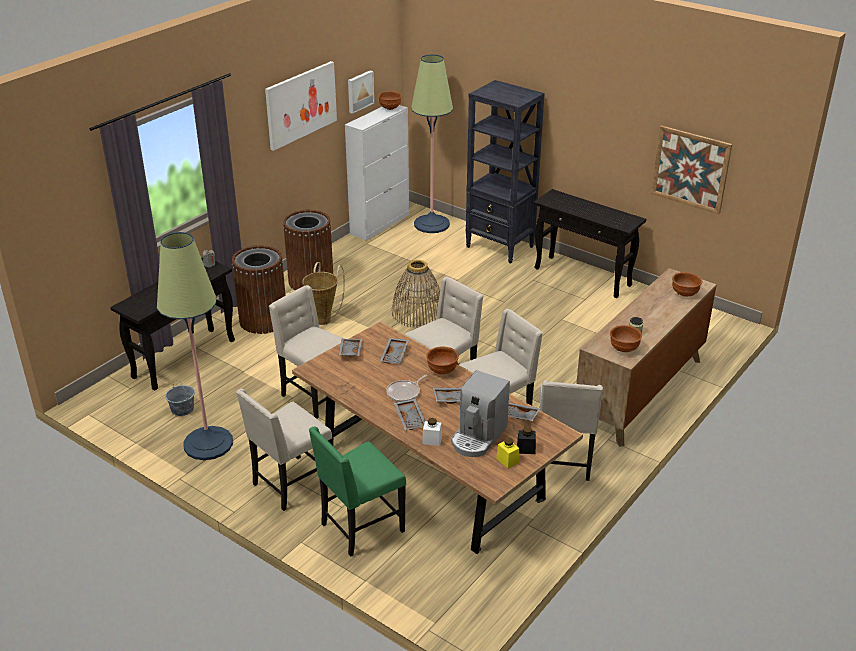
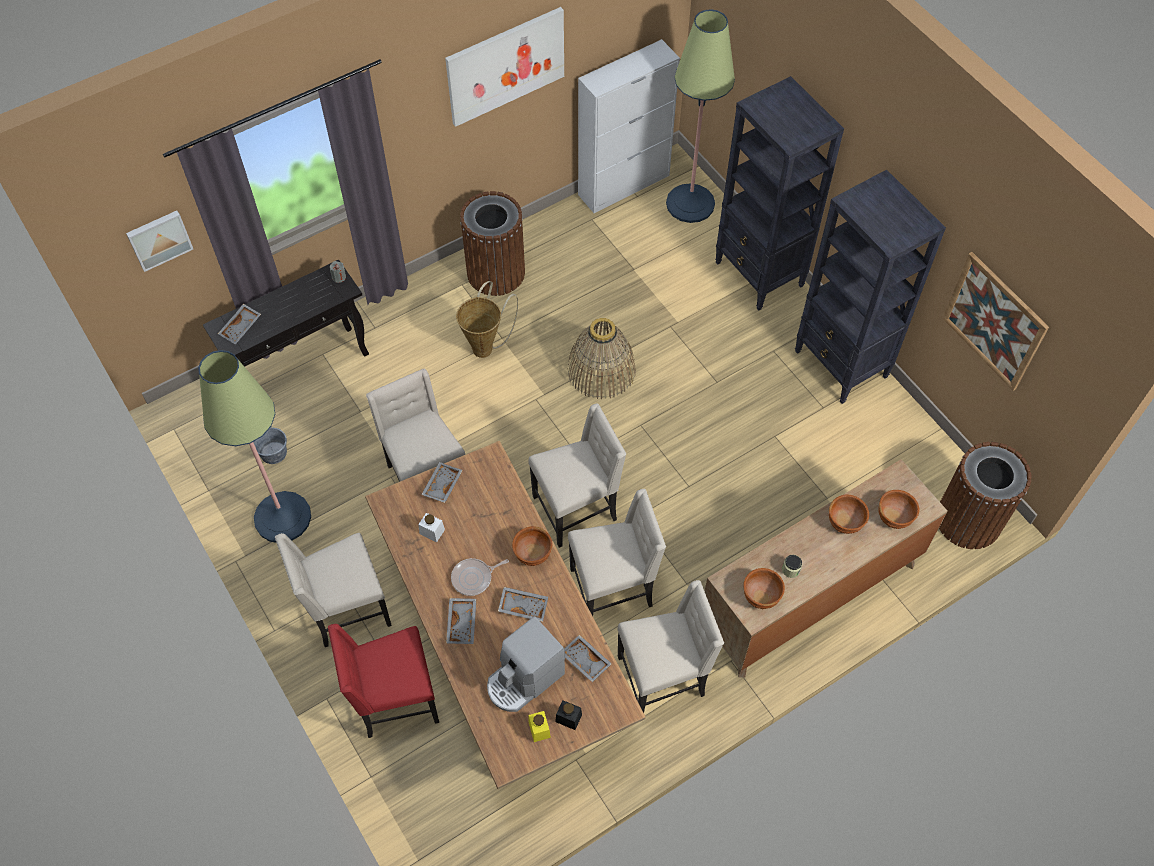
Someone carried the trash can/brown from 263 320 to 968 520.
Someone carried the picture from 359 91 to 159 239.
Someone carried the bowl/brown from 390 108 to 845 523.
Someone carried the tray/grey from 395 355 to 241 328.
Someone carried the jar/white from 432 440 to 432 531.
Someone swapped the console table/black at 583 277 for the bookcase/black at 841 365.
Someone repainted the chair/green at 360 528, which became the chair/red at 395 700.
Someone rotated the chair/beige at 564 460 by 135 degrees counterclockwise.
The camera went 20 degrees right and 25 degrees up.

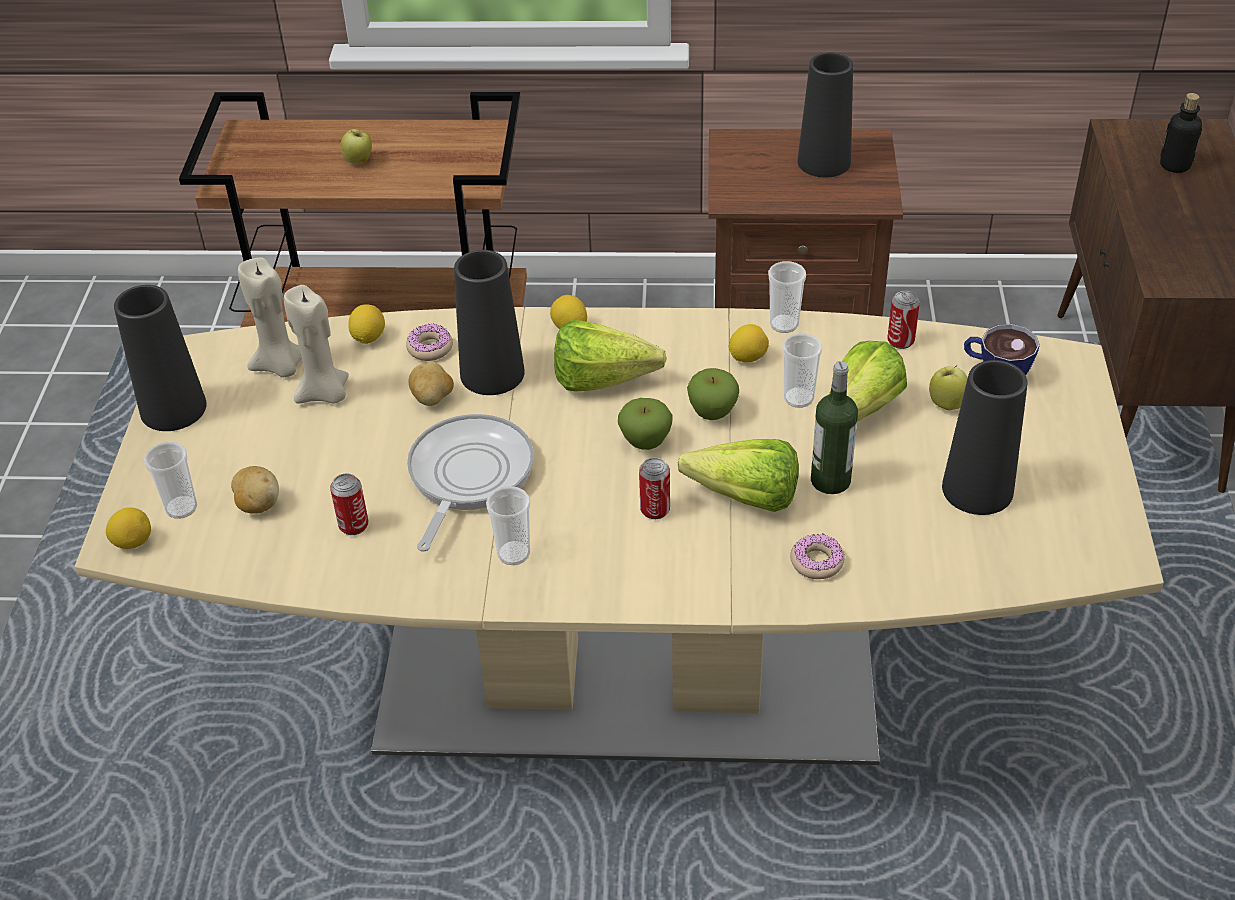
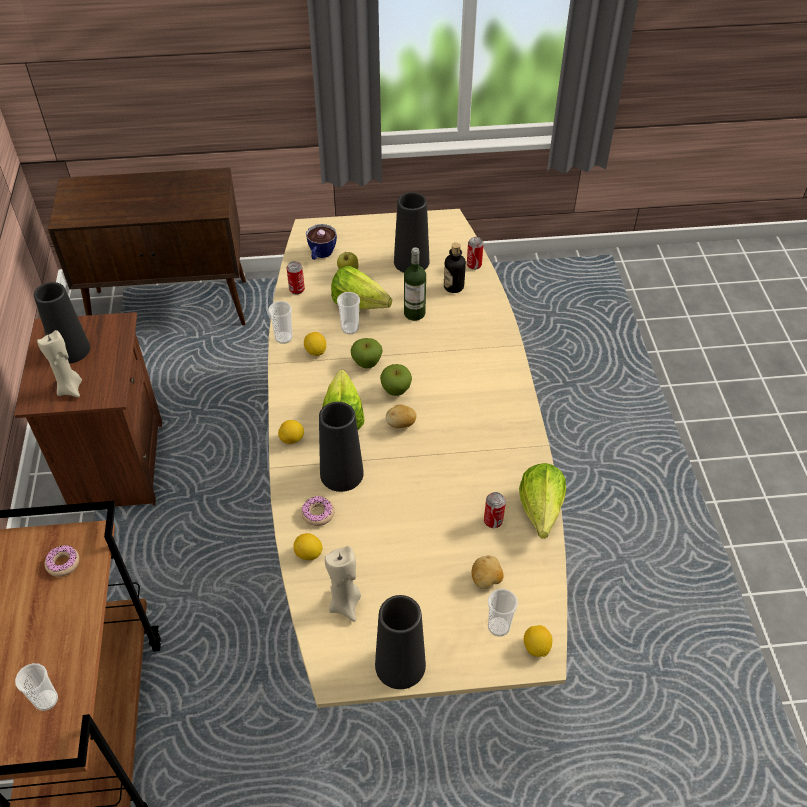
Someone took away the apple at 359 161.
Someone took away the frying pan at 467 476.
Someone carried the candle/beige from 325 394 to 70 388.
Someone carried the potato from 433 398 to 401 424.
Someone carried the cup from 513 553 to 46 700.
Someone carried the can from 655 510 to 474 265.
Someone carried the lettuce from 736 495 to 539 516.
Someone carried the donut from 816 562 to 63 563.
Someone carried the bottle from 1175 165 to 453 287.
The camera went 100 degrees left and 5 degrees up.

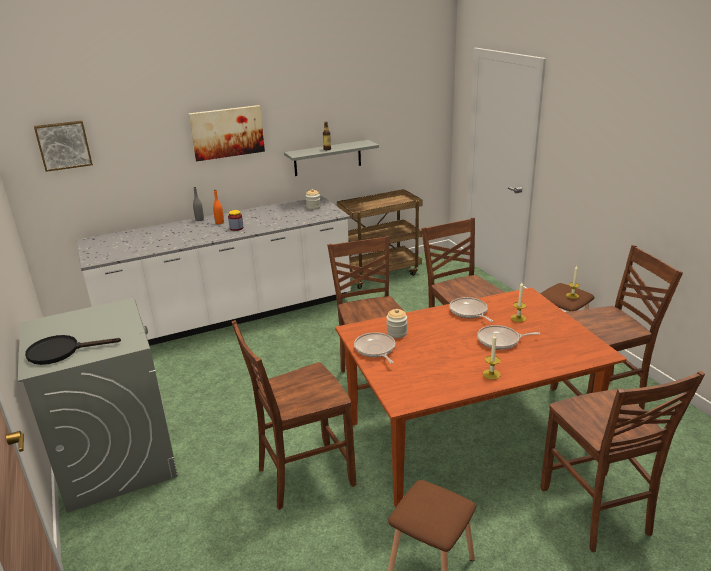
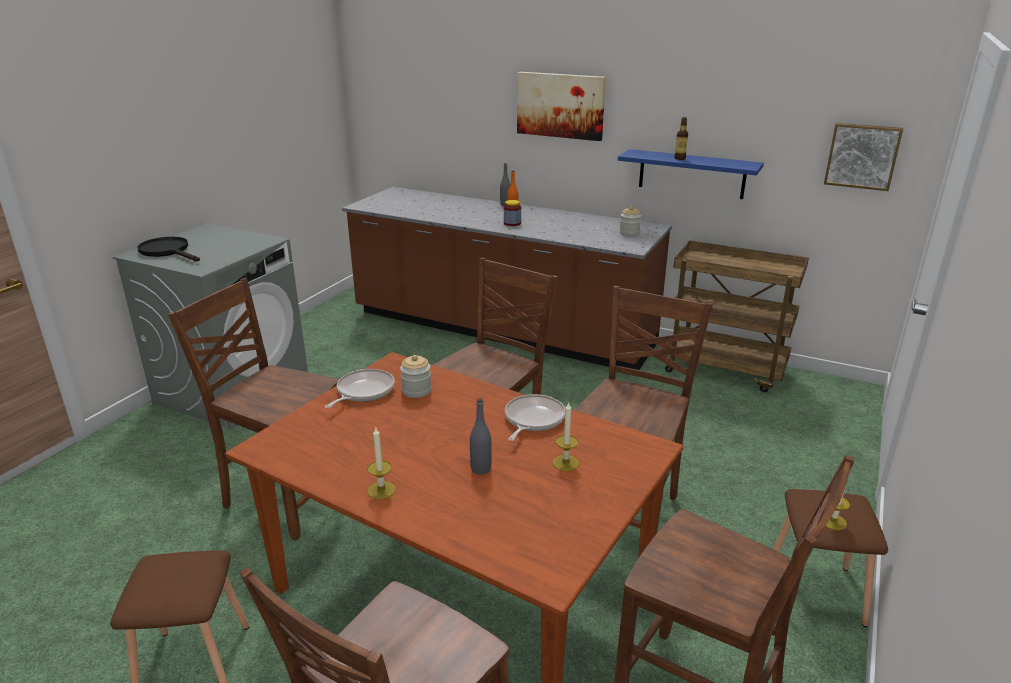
Someone carried the picture from 63 145 to 862 156.
Someone swapped the frying pan at 500 341 for the bottle/grey at 481 469.
Someone repainted the counter/white at 229 315, which became the counter/brown at 501 329.
Someone repainted the shelf/grey at 327 158, which became the shelf/blue at 691 174.
The camera went 50 degrees right and 0 degrees up.

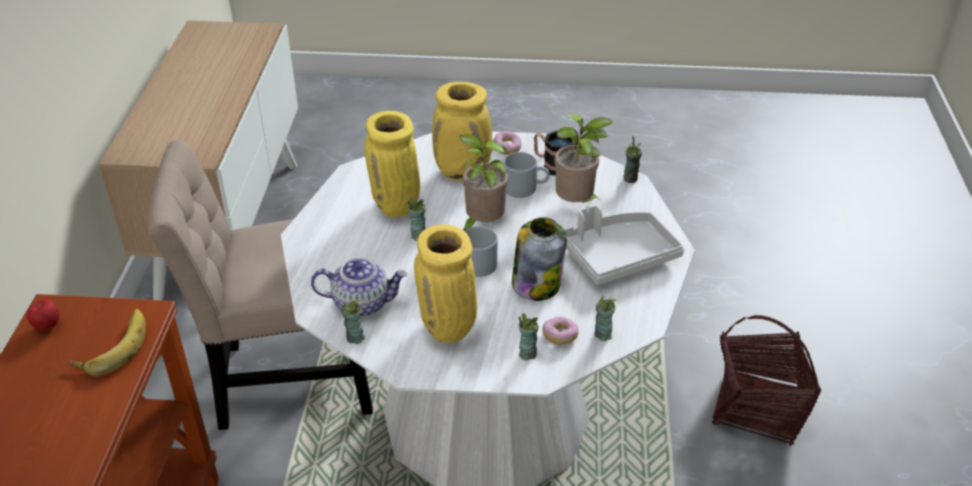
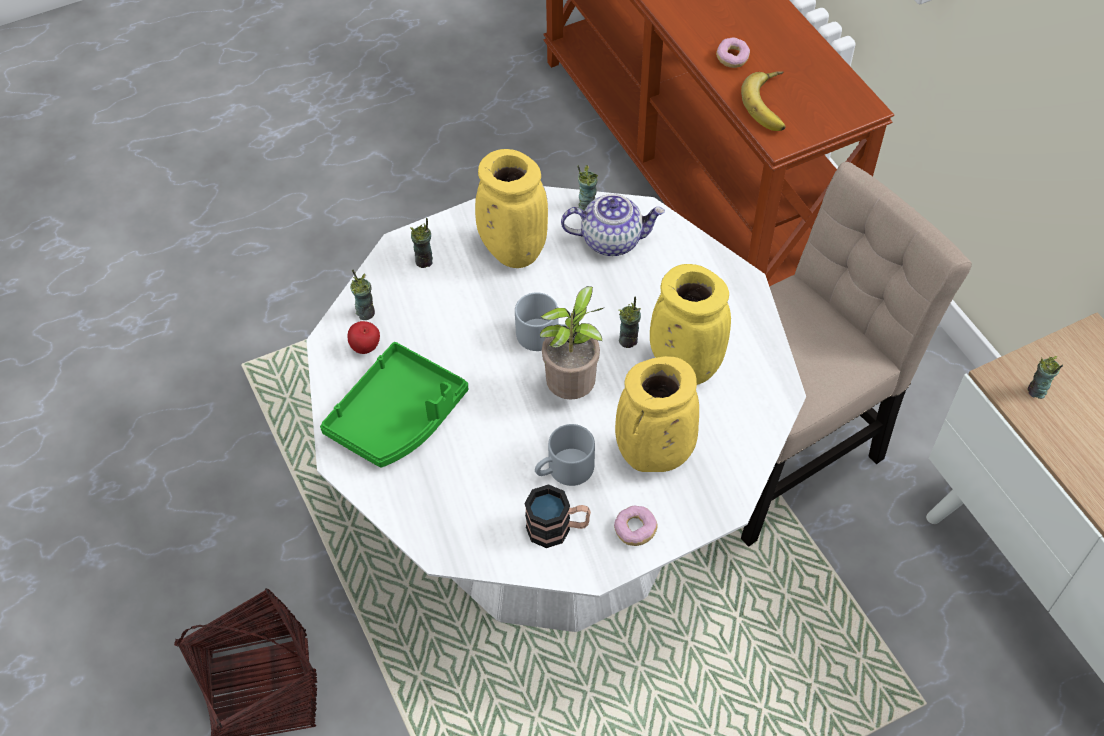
Someone took away the jar at 536 284.
Someone took away the potted plant at 576 204.
Someone carried the apple from 47 326 to 366 348.
Someone carried the donut from 560 336 to 732 58.
Someone carried the cup from 630 178 to 1036 391.
Someone repainted the tray/grey at 618 256, which became the tray/green at 398 417.
Someone rotated the teapot at 362 303 by 150 degrees counterclockwise.
The camera went 150 degrees right and 15 degrees up.

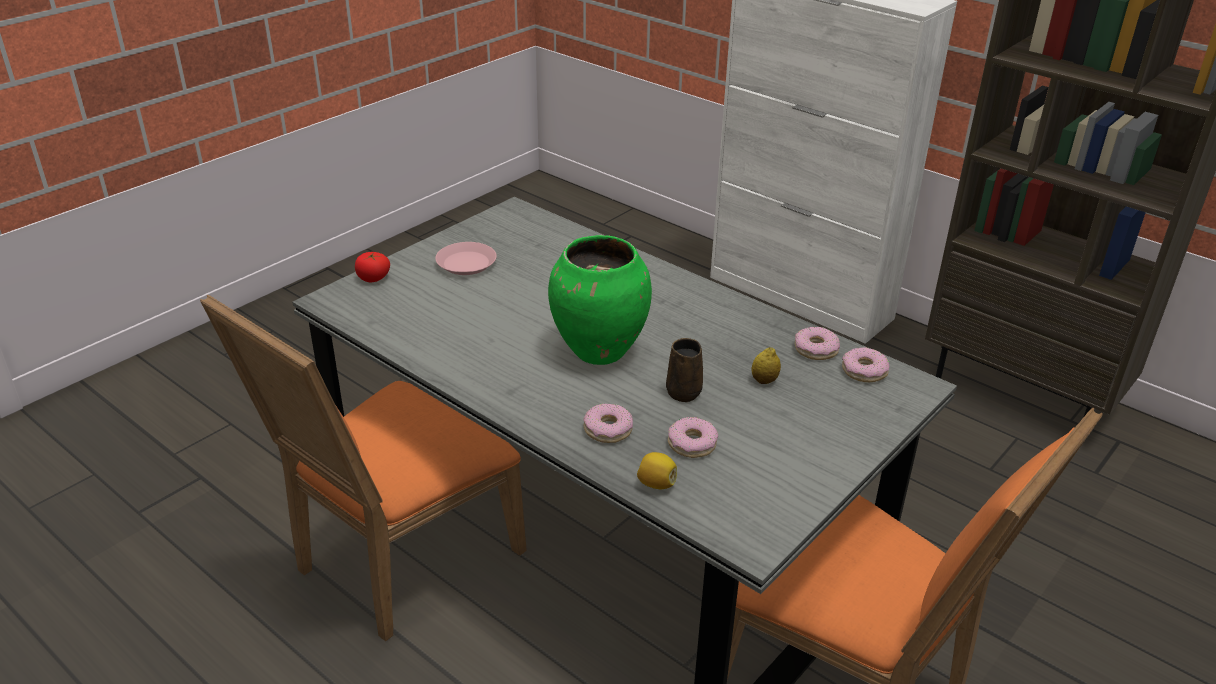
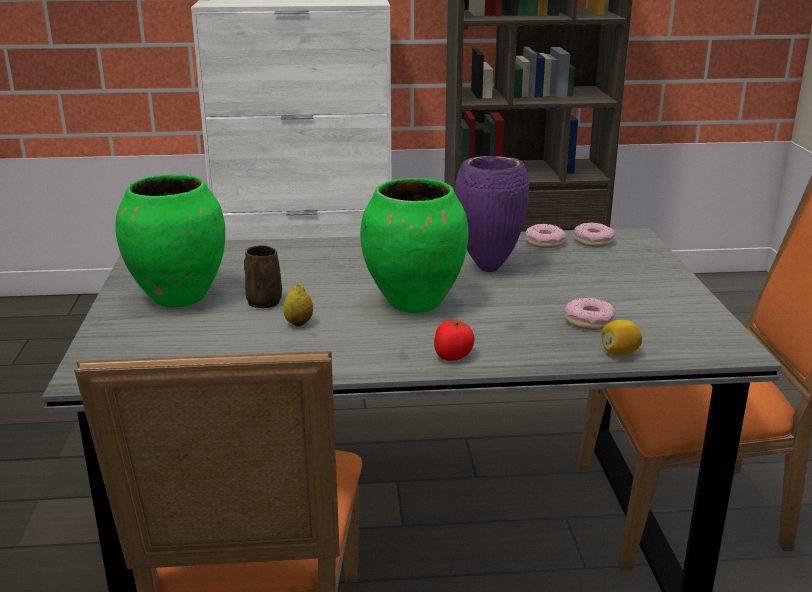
Someone took away the donut at 607 430.
Someone put down the vase/purple at 488 268.
Someone carried the tomato from 373 279 to 452 356.
Someone carried the mug/brown from 684 391 to 263 301.
Someone carried the lemon from 764 380 to 299 323.
Someone swapped the plate/pink at 466 263 for the vase/green at 178 298.
The camera went 45 degrees left and 10 degrees down.

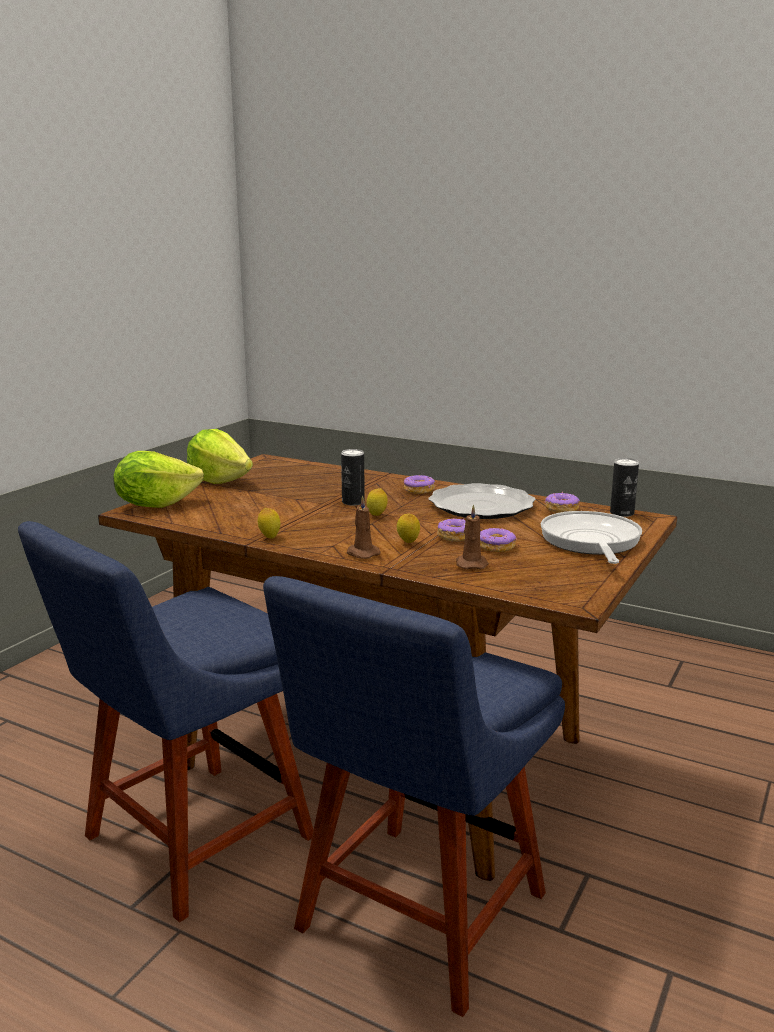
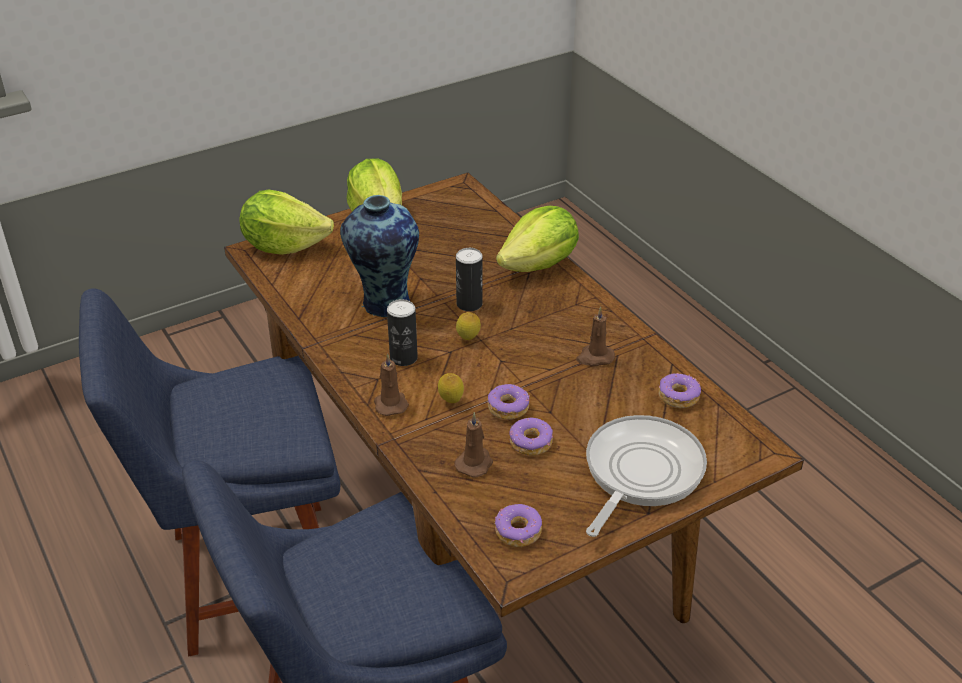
Someone took away the lemon at 269 537.
Someone put down the vase at 383 303.
Someone put down the lettuce at 540 265.
Someone carried the donut from 419 490 to 518 532.
Someone carried the can from 622 513 to 403 358.
Someone swapped the plate at 480 506 for the candle/brown at 594 357.
The camera went 30 degrees right and 20 degrees up.

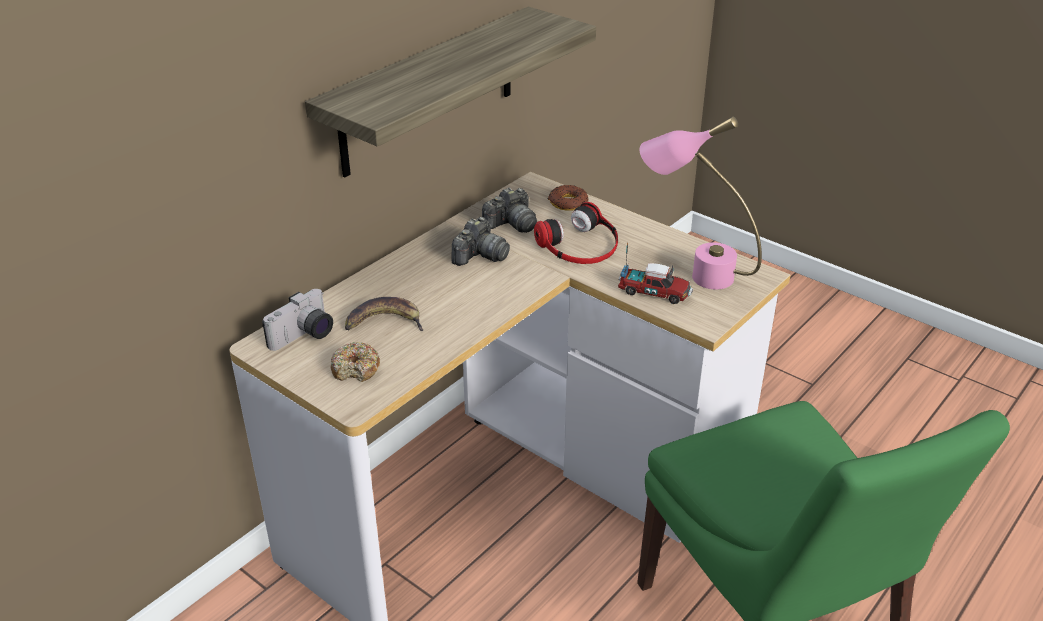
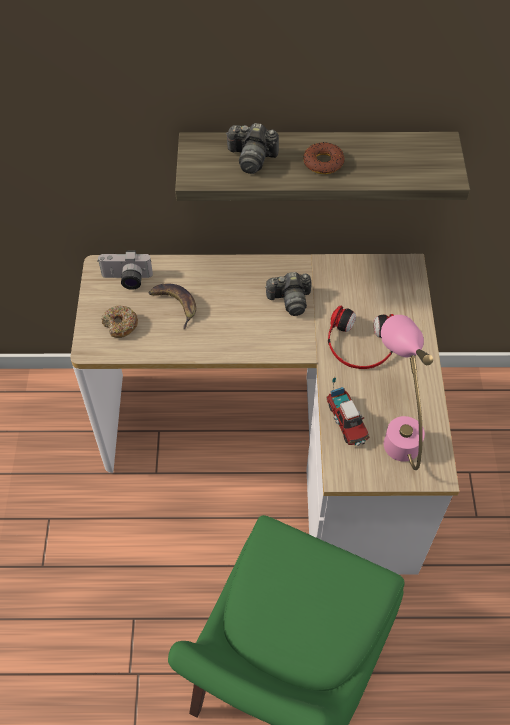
Someone carried the photo camera from 511 224 to 252 158.
Someone carried the donut from 568 203 to 323 162.
The camera went 50 degrees right and 20 degrees up.

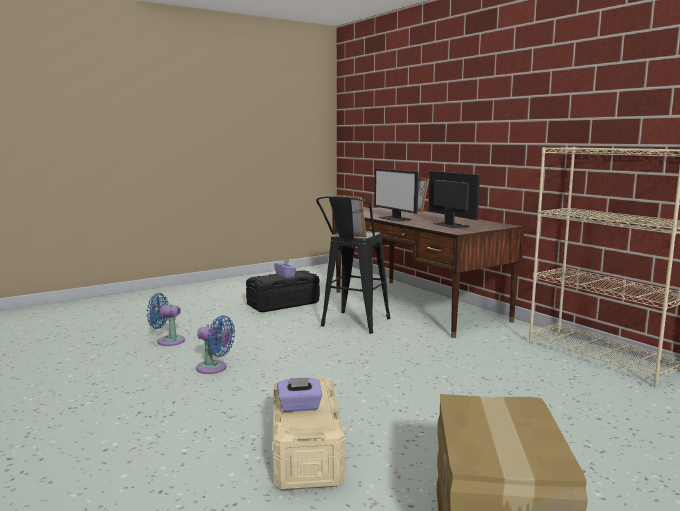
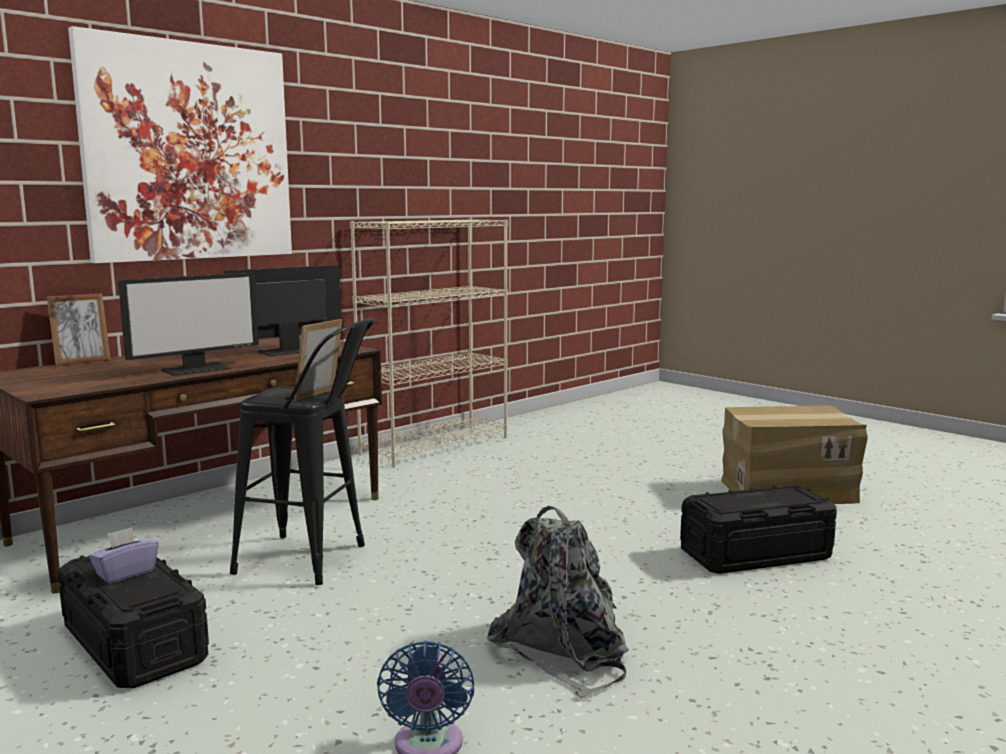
Someone took away the tissue box/purple at 299 407.
Someone put up the picture at 189 152.
Someone swapped the fan/blue at 214 368 for the backpack/grey at 565 650.
Someone repainted the storage box/beige at 306 453, which became the storage box/black at 756 554.
The camera went 100 degrees left and 0 degrees up.

